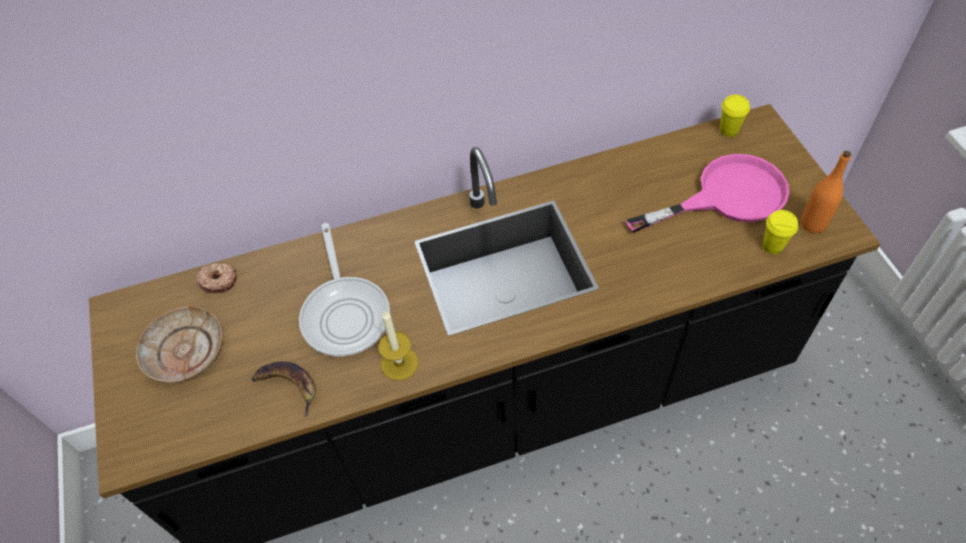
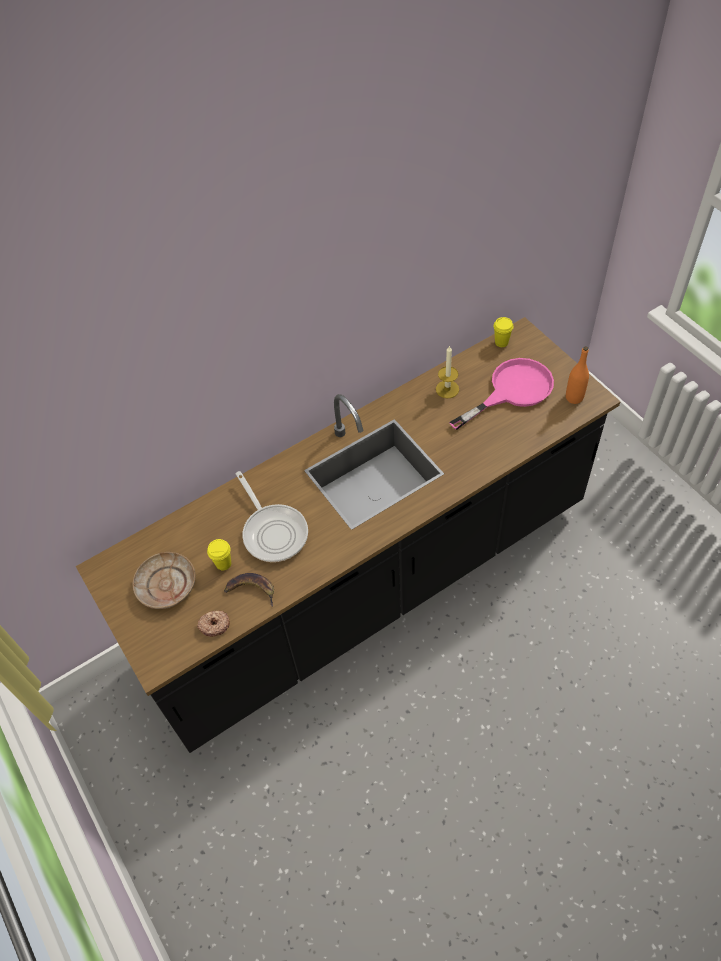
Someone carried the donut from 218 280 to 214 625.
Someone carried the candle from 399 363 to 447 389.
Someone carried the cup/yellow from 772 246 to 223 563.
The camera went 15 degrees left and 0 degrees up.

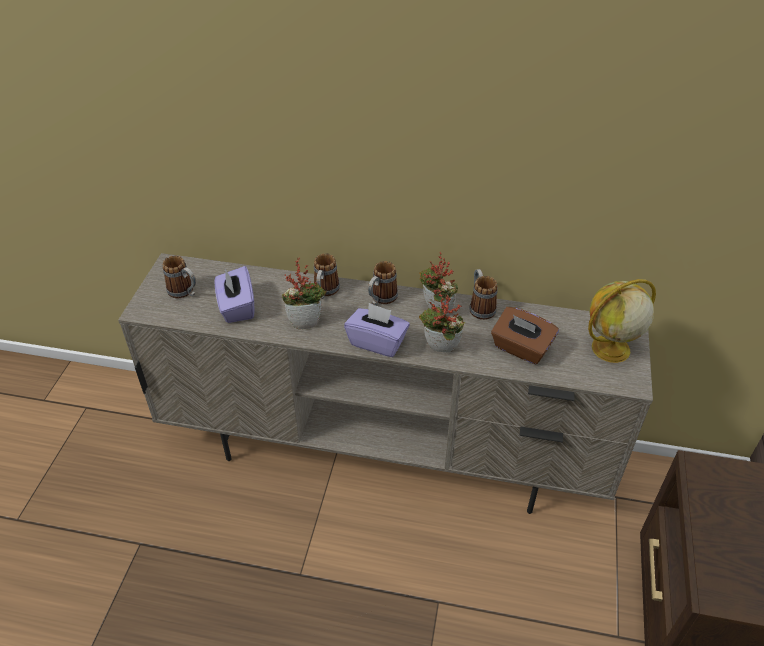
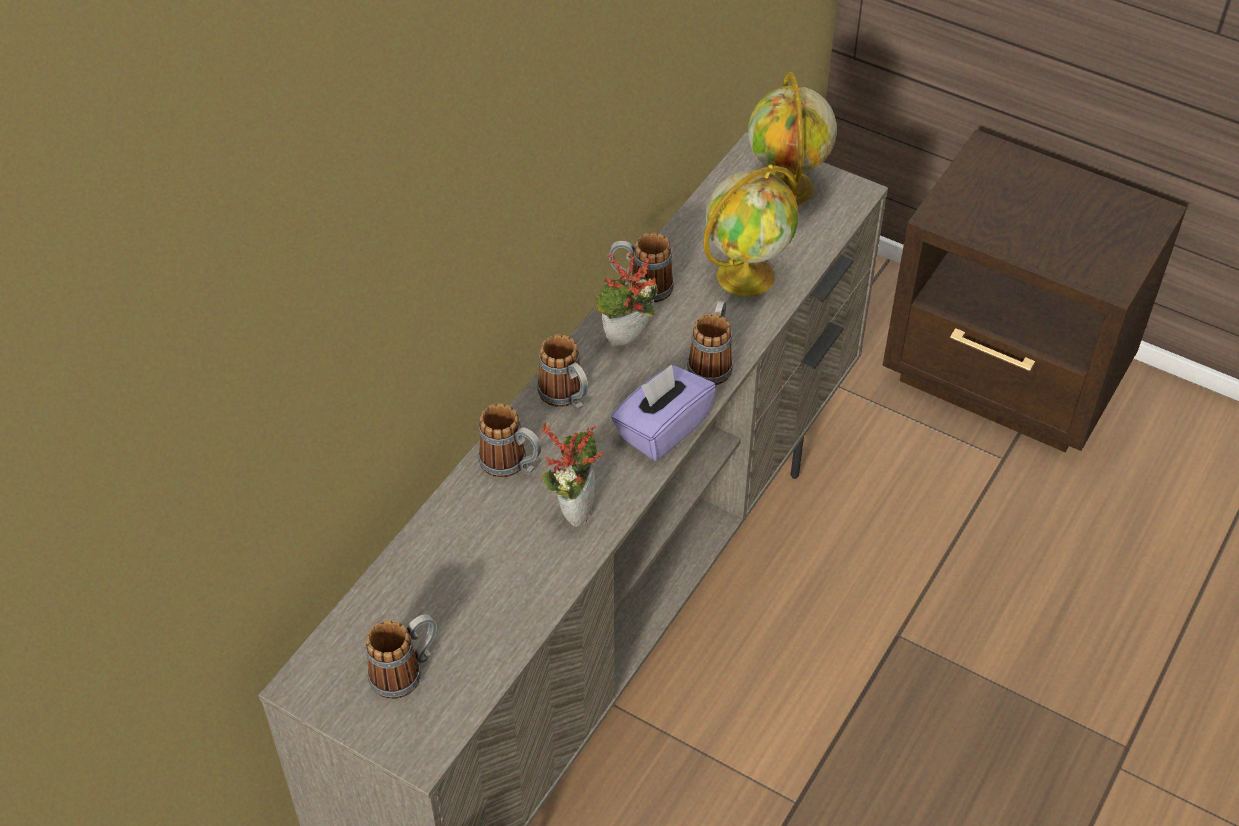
Someone took away the tissue box/purple at 237 307.
Someone swapped the potted plant at 439 350 for the mug at 712 362.
Someone swapped the tissue box/brown at 521 348 for the globe at 746 274.
The camera went 70 degrees left and 5 degrees up.

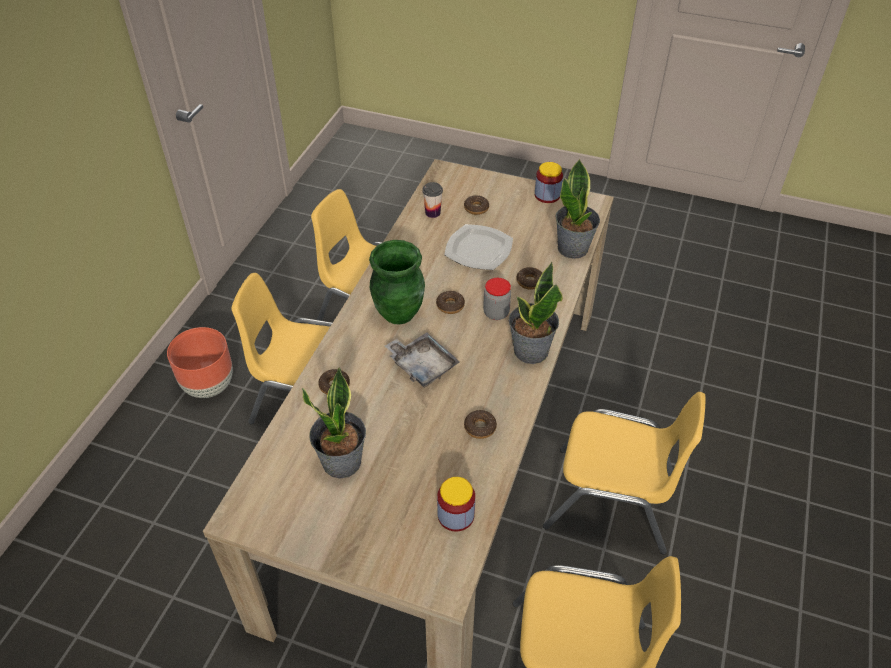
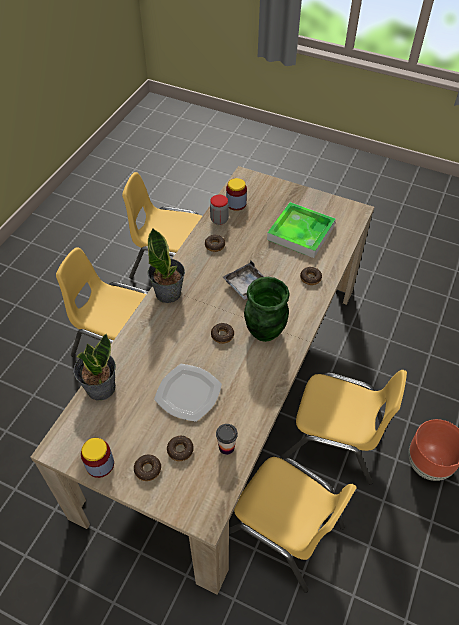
Someone carried the jar from 496 313 to 219 220.
Someone carried the donut from 530 281 to 147 469.
Someone swapped the potted plant at 342 462 for the tray at 301 232.
The camera went 175 degrees left and 5 degrees up.

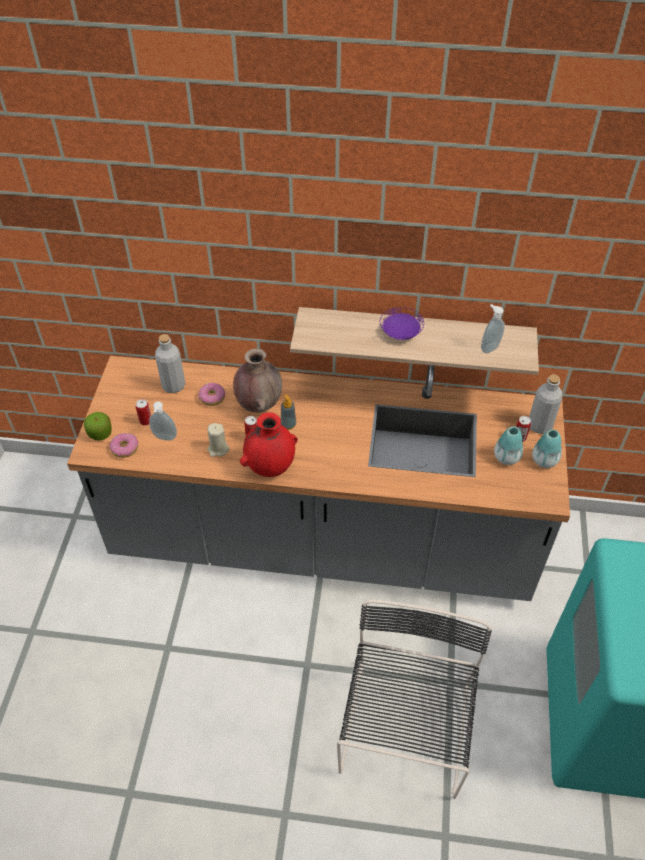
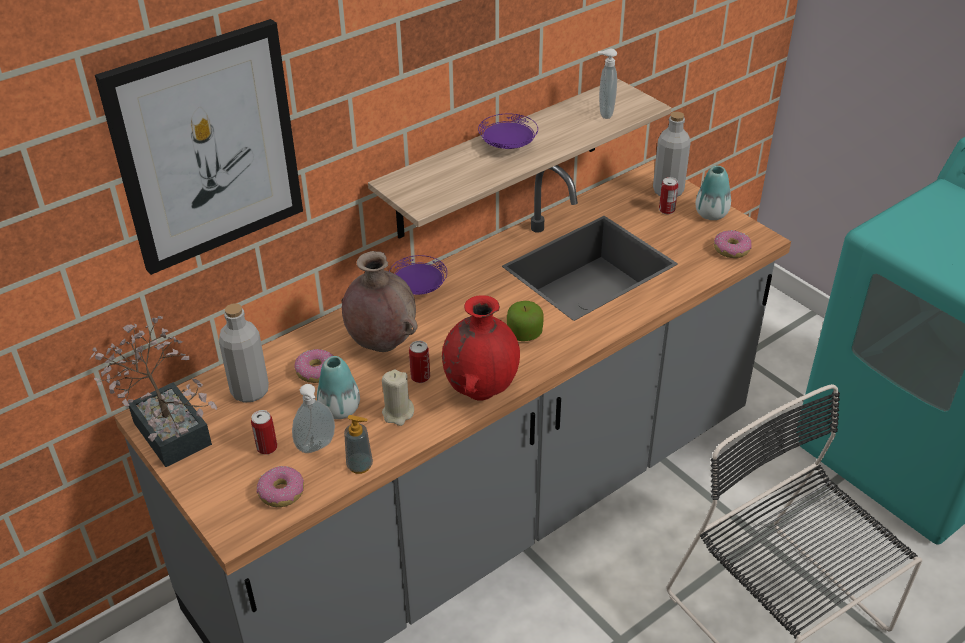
Someone put down the potted plant at 168 427.
Someone put up the picture at 206 147.
Someone put down the plate/purple at 418 288.
Someone put down the donut at 731 250.
Someone carried the apple from 100 433 to 524 334.
Someone carried the soap dispenser from 288 424 to 360 466.
Someone carried the vase from 506 457 to 340 409.
The camera went 45 degrees left and 10 degrees down.

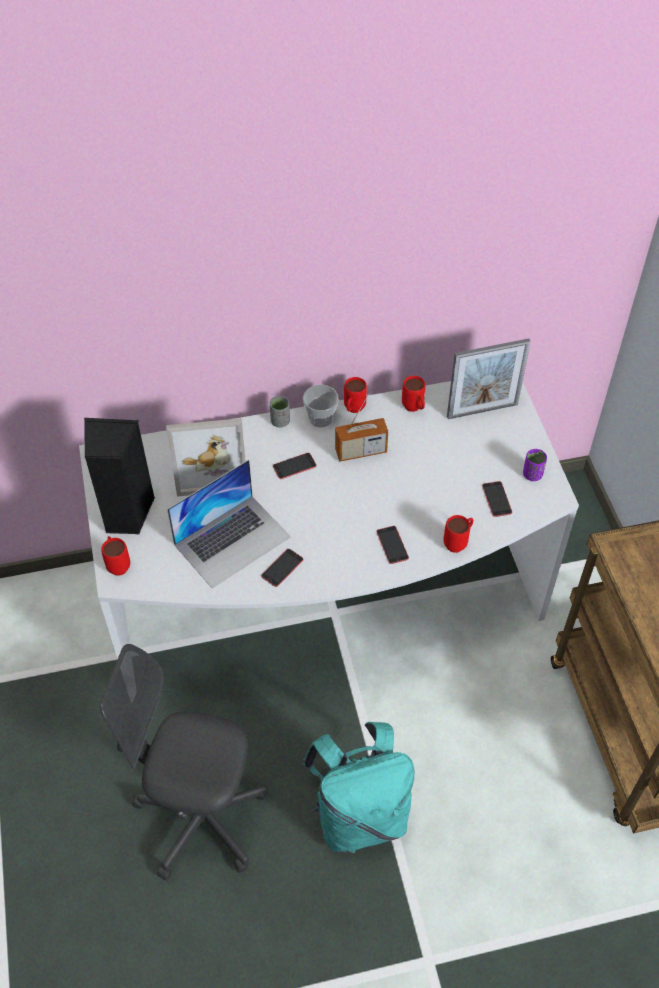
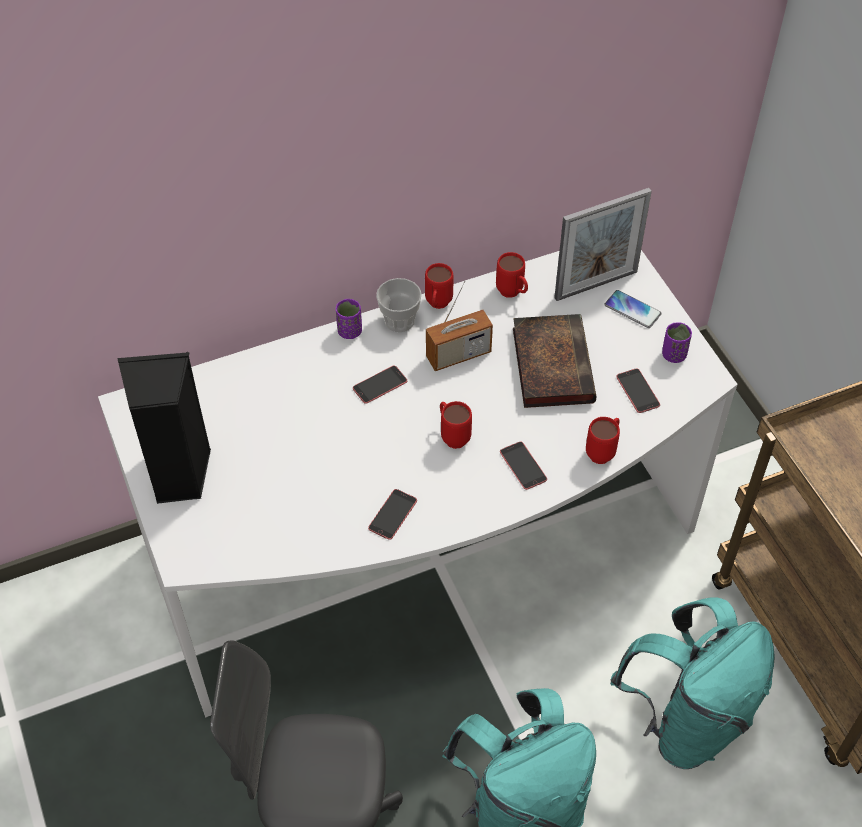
Someone took away the picture frame at 210 466.
Someone took away the laptop at 232 540.
Someone put down the book at 551 363.
Someone put down the phone at 632 310.
Someone put down the backpack/turquoise at 686 719.
Someone carried the mug/red from 117 564 to 452 435.
Someone repainted the cup/grey at 280 421, which became the cup/purple at 349 331.
The camera went 10 degrees left and 0 degrees up.

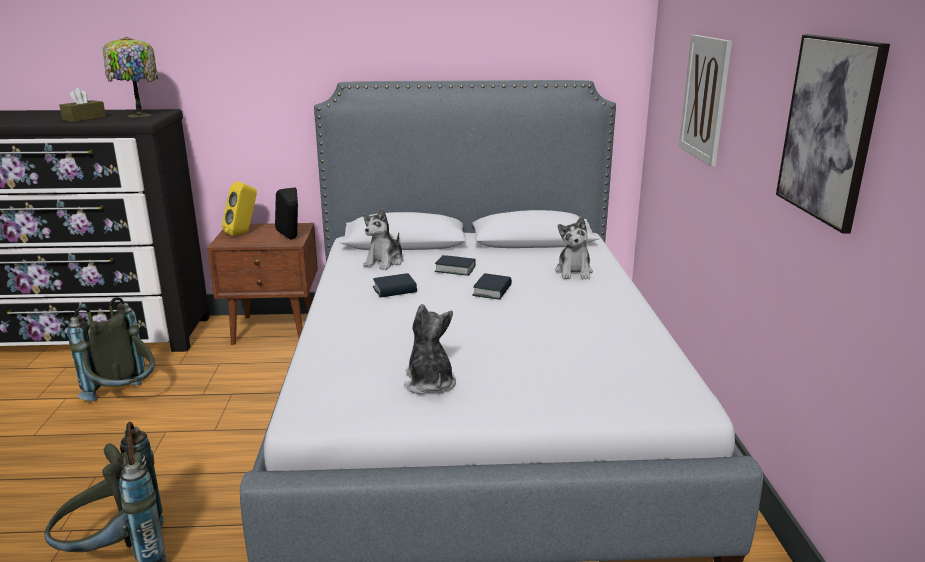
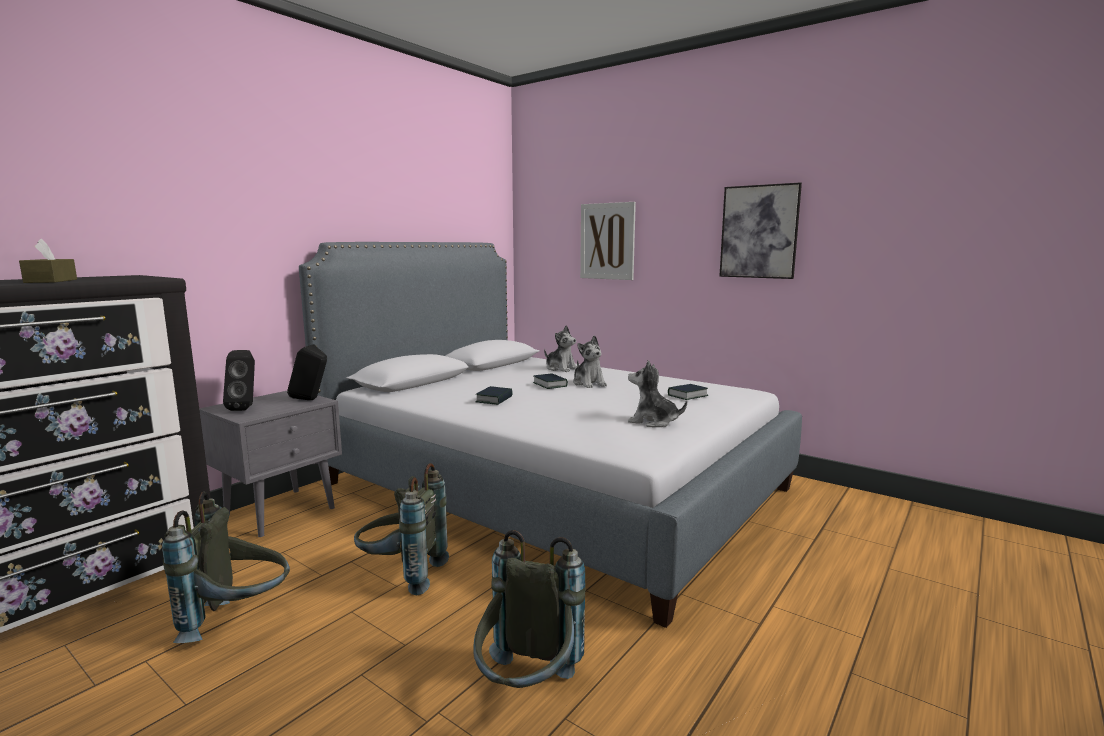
Someone took away the table lamp at 138 115.
Someone put down the backpack/grey at 402 575.
Someone carried the plush toy from 385 262 to 589 383.
Someone carried the book from 455 269 to 687 395.
Someone repainted the nightstand/brown at 275 329, which became the nightstand/grey at 282 511.
Someone repainted the speaker/yellow at 243 233, which became the speaker/black at 245 408.
The camera went 50 degrees left and 10 degrees down.

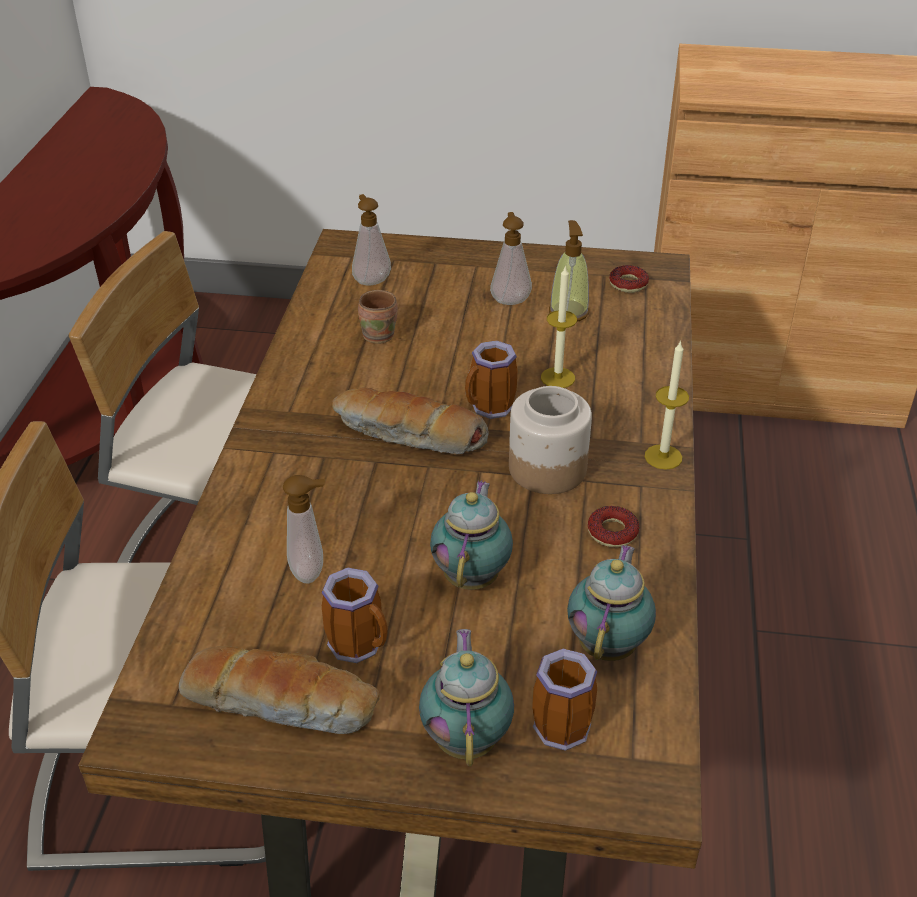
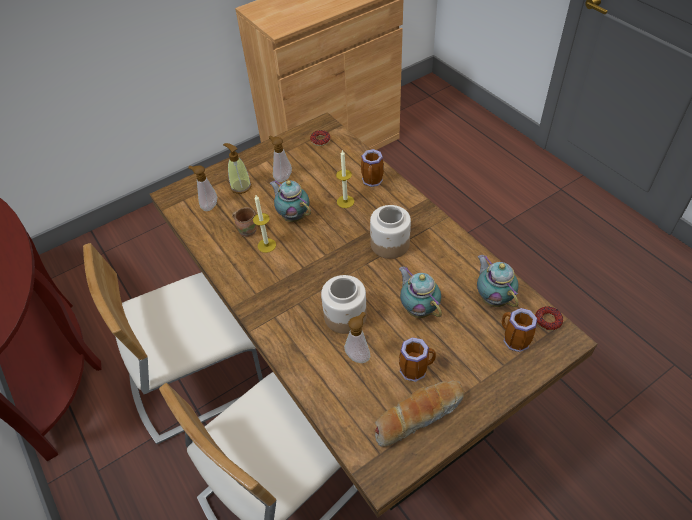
Someone took away the bread at 409 435.
Someone put down the jar at 345 316.
Someone carried the teapot from 467 737 to 293 216.
Someone carried the mug from 490 409 to 373 182.
Someone carried the soap dispenser from 568 311 to 240 186.
Someone carried the donut from 612 532 to 548 320.
Someone carried the candle from 663 457 to 266 245.
The camera went 40 degrees left and 10 degrees up.

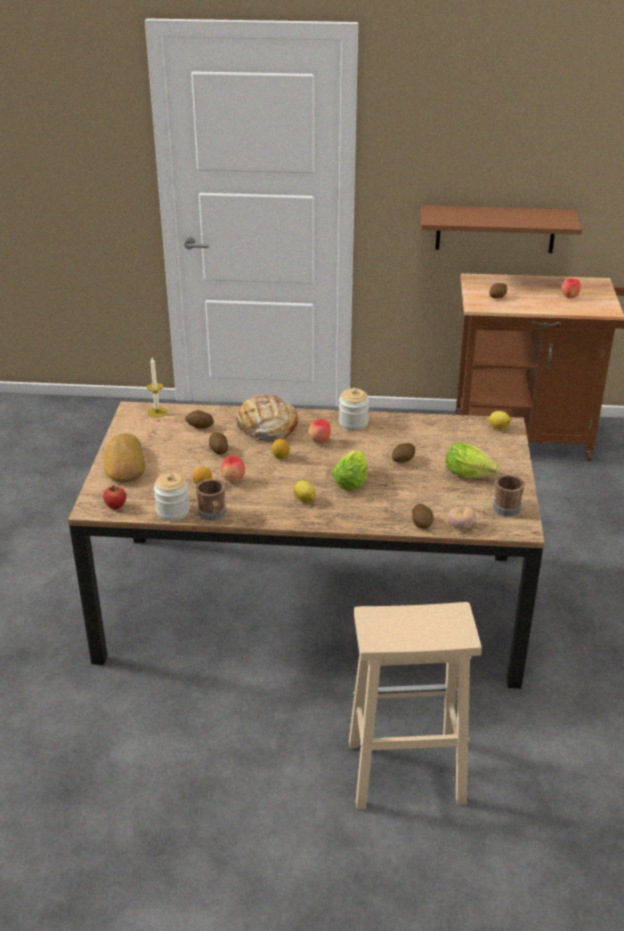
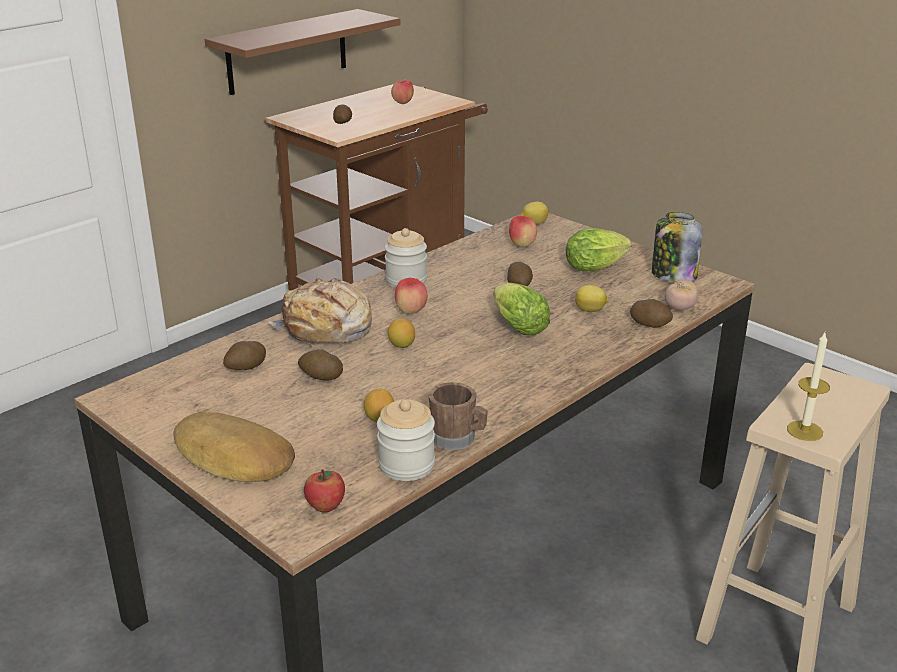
Someone carried the candle from 157 412 to 804 431.
Someone carried the apple from 233 480 to 522 245.
Someone carried the lemon from 304 500 to 590 310.
Someone swapped the mug/brown at 504 506 for the jar at 673 275.
The camera went 50 degrees left and 5 degrees down.

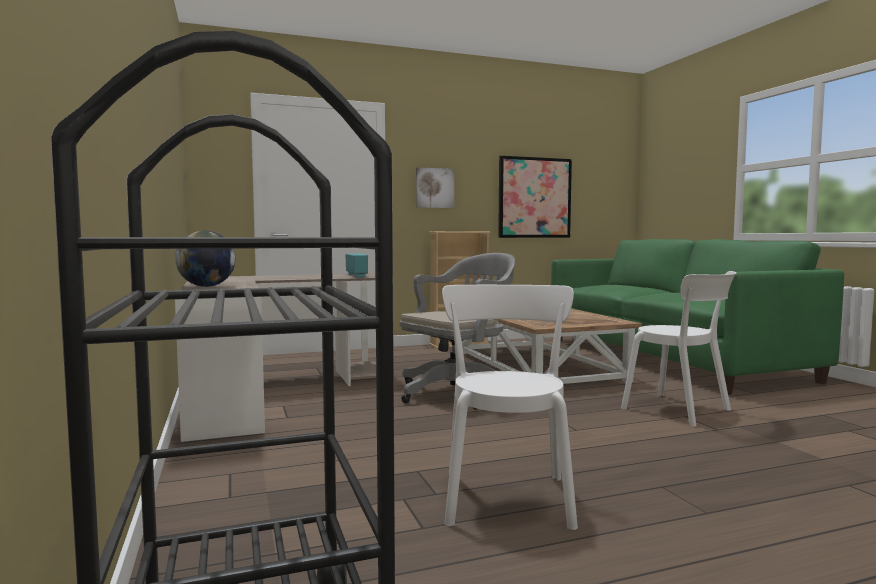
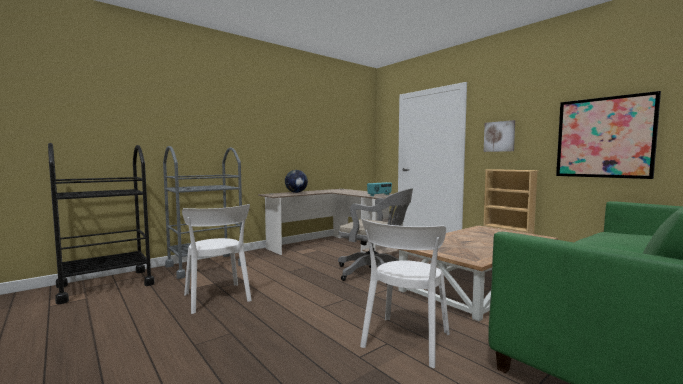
Someone put down the cart/grey at 206 265.
Someone rotated the chair/white at 506 495 by 75 degrees clockwise.
The camera went 70 degrees right and 0 degrees up.

